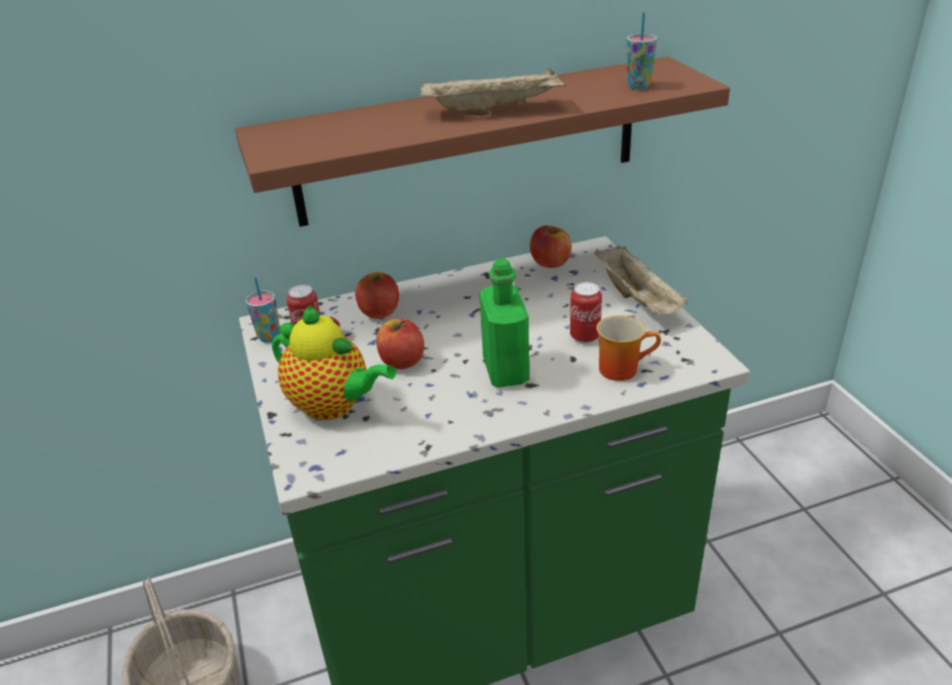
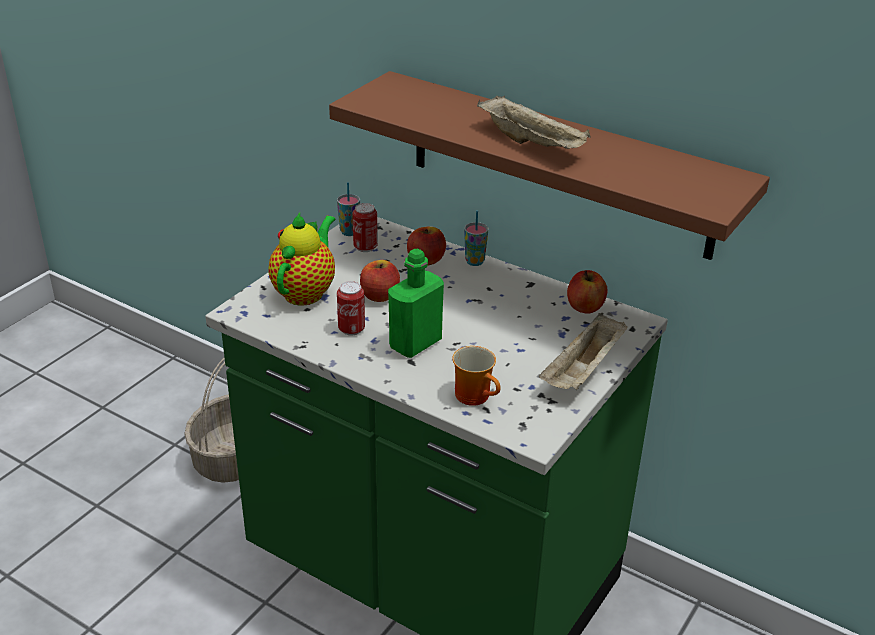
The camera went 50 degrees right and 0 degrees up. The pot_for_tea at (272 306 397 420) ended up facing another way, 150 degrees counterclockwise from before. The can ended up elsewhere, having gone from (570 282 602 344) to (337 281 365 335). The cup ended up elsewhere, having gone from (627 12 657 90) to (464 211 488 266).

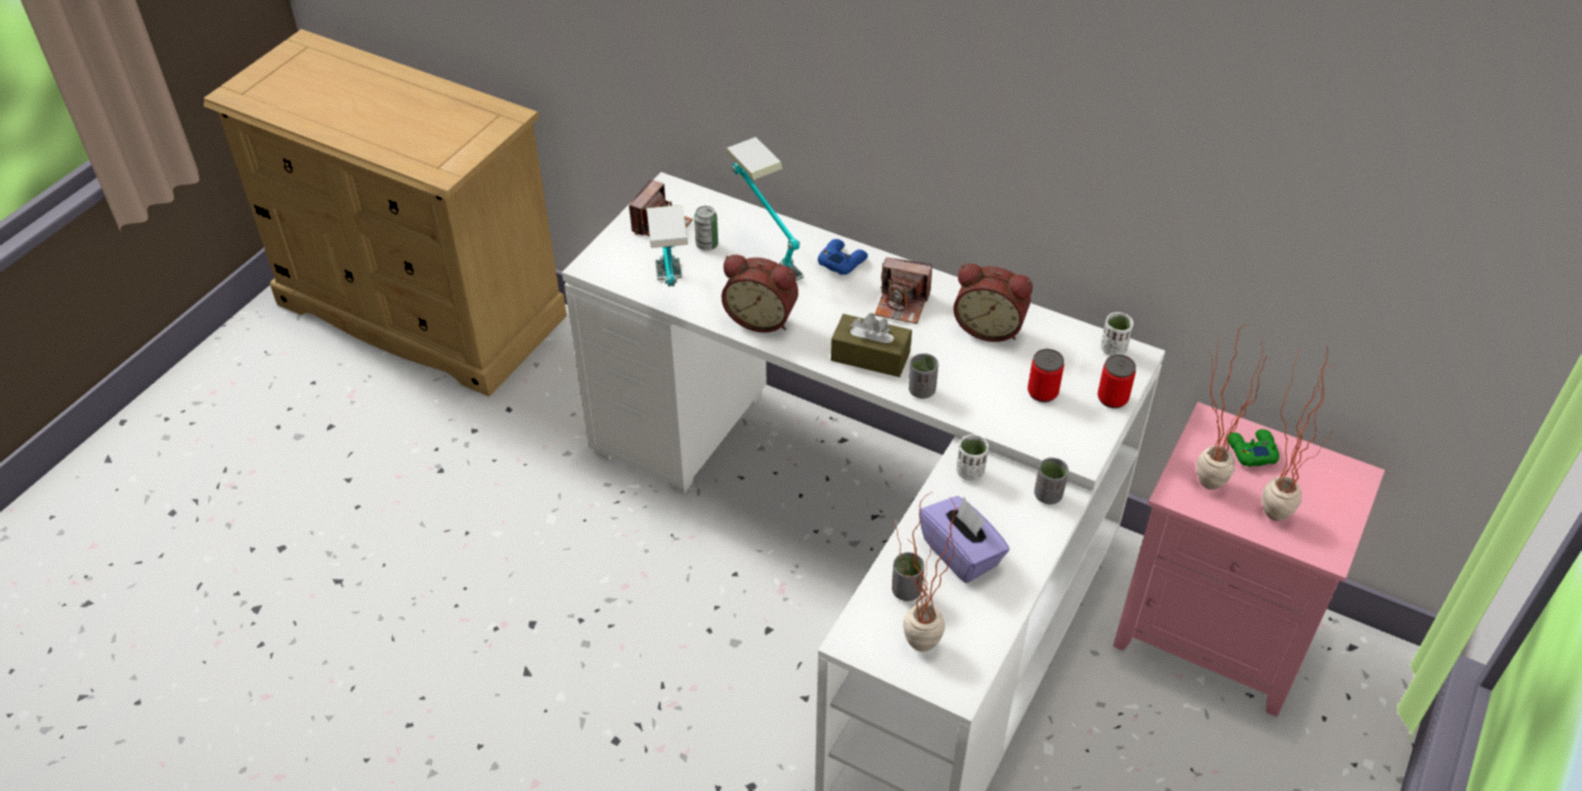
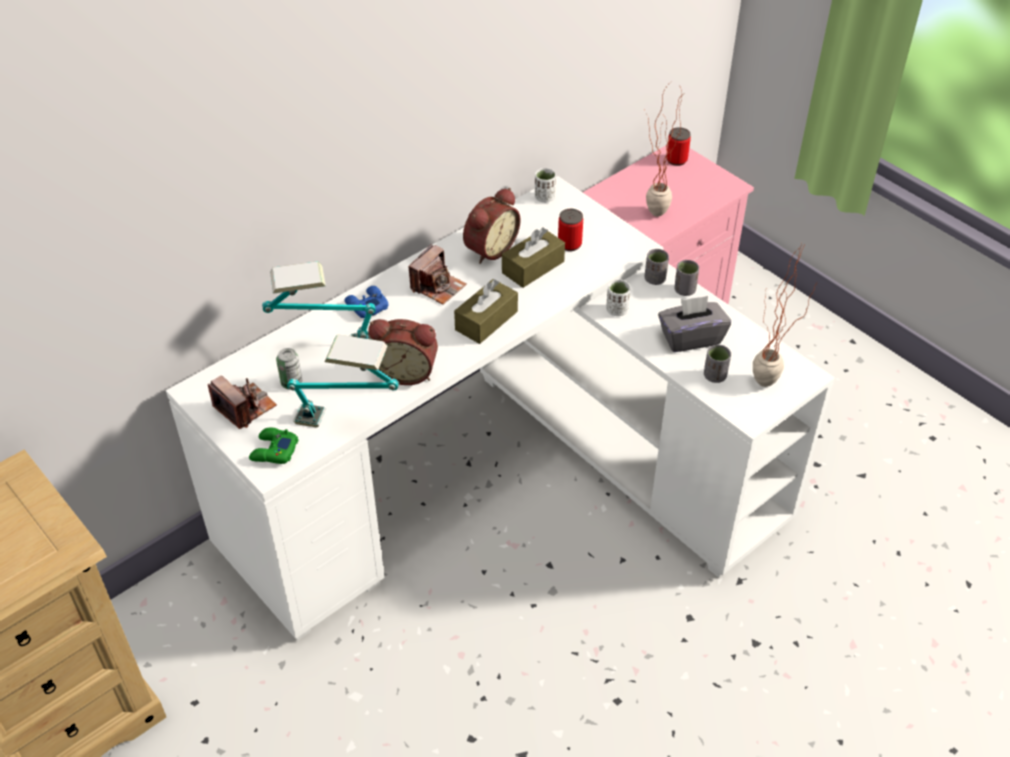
The camera went 70 degrees left and 0 degrees up. The bedside_clock at (721 255 798 333) ended up facing another way, 60 degrees clockwise from before. The greyish_cup ended up elsewhere, having gone from (909 353 938 399) to (675 260 699 296). What was the purplish_tissue_box at (919 496 1010 583) turned into the greyish_tissue_box at (658 296 731 352). The can ended up elsewhere, having gone from (1098 355 1136 408) to (666 127 691 166). The greenish_game_controller ended up elsewhere, having gone from (1227 429 1279 467) to (249 427 299 464). The second view lost the potted_plant at (1262 345 1333 521). The second view gained the brown_tissue_box at (502 228 565 288).

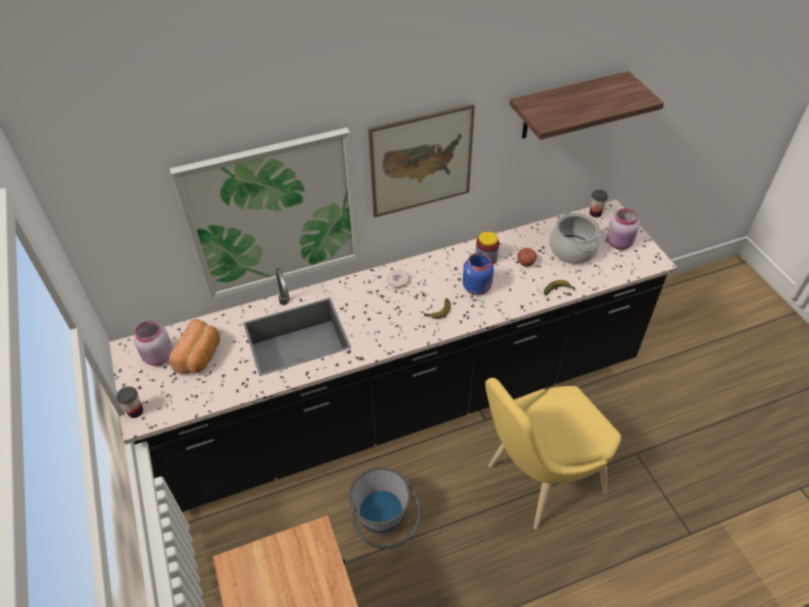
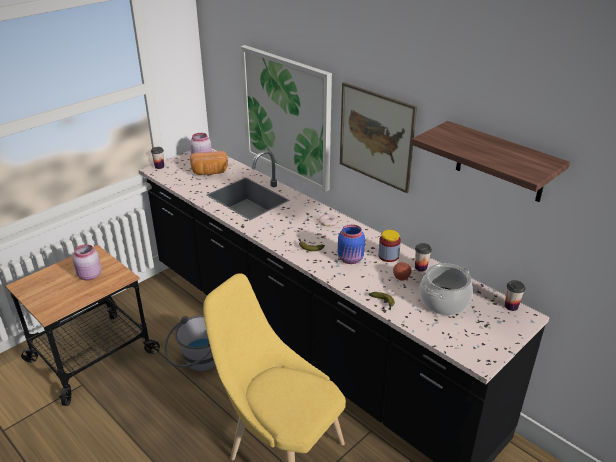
The camera went 65 degrees right and 15 degrees down. The pink-coloured_jar ended up elsewhere, having gone from (606 208 640 250) to (73 244 101 281). The second view gained the cup at (415 243 432 271).

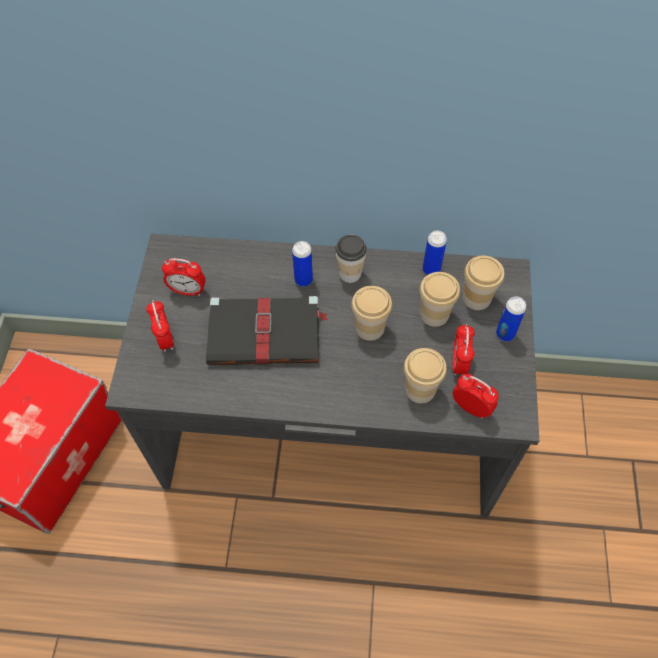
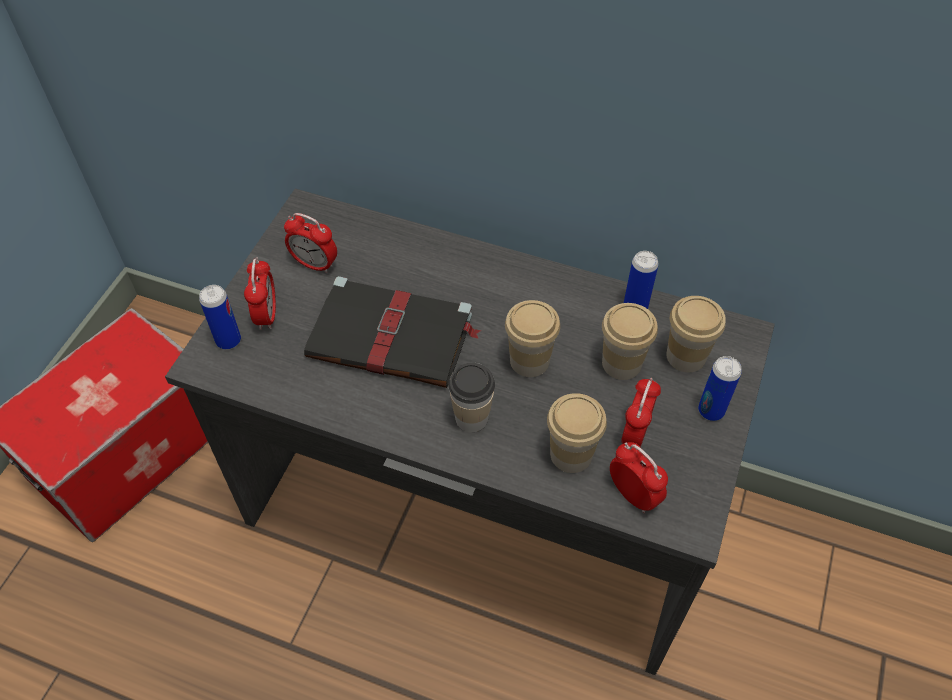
The camera went 15 degrees right and 5 degrees down. The can ended up elsewhere, having gone from (292 241 313 287) to (199 285 241 350). The cup ended up elsewhere, having gone from (335 234 367 283) to (448 363 495 432).

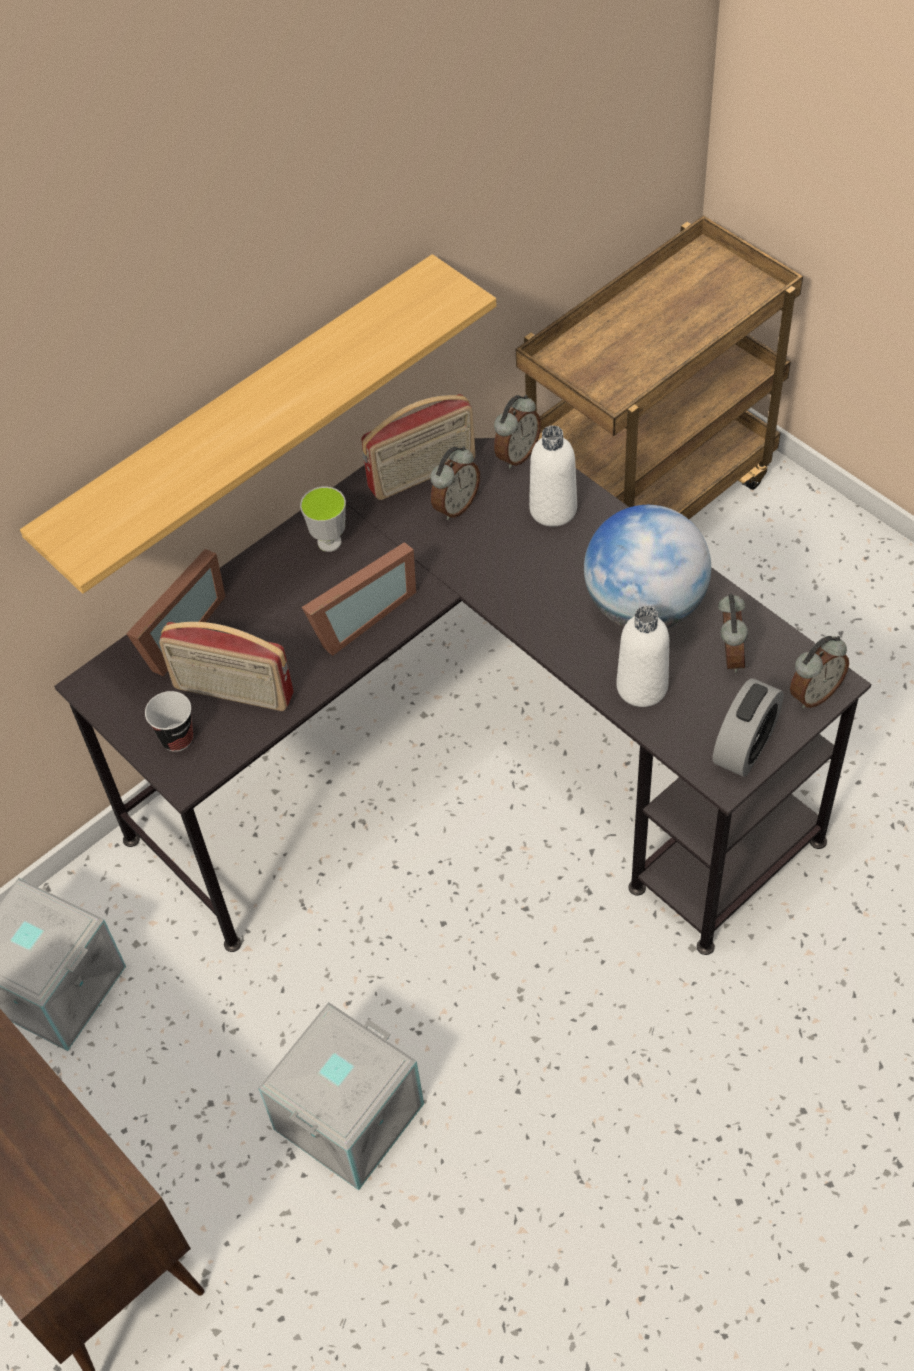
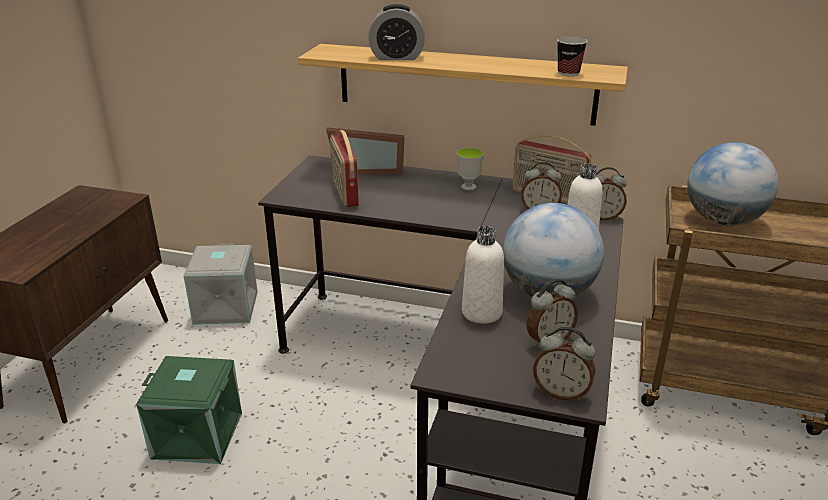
The camera went 55 degrees right and 25 degrees down. The cup ended up elsewhere, having gone from (145 691 194 752) to (557 36 587 76). What was the greyish_storage_bin at (258 1002 424 1190) turned into the greenish_storage_bin at (136 356 242 464). The second view lost the standing_frame at (302 542 416 656). The bedside_clock ended up elsewhere, having gone from (713 678 784 777) to (369 4 425 60). The second view gained the globe at (687 142 778 226).

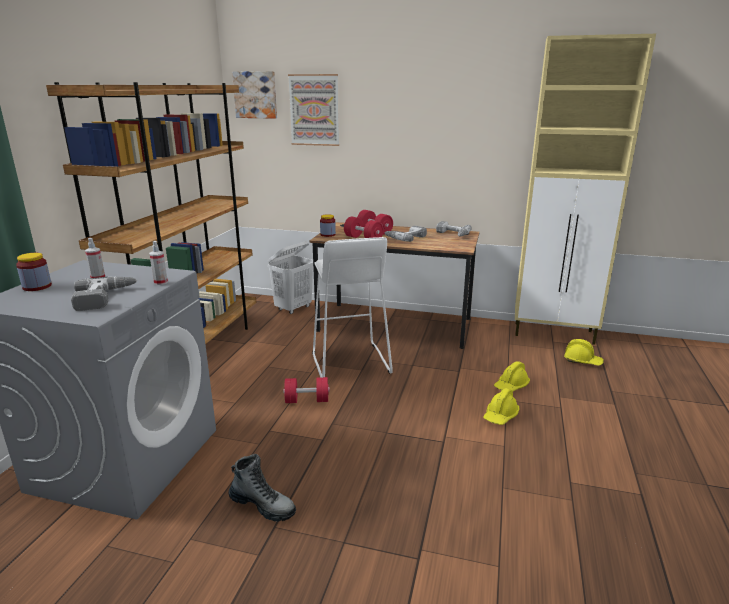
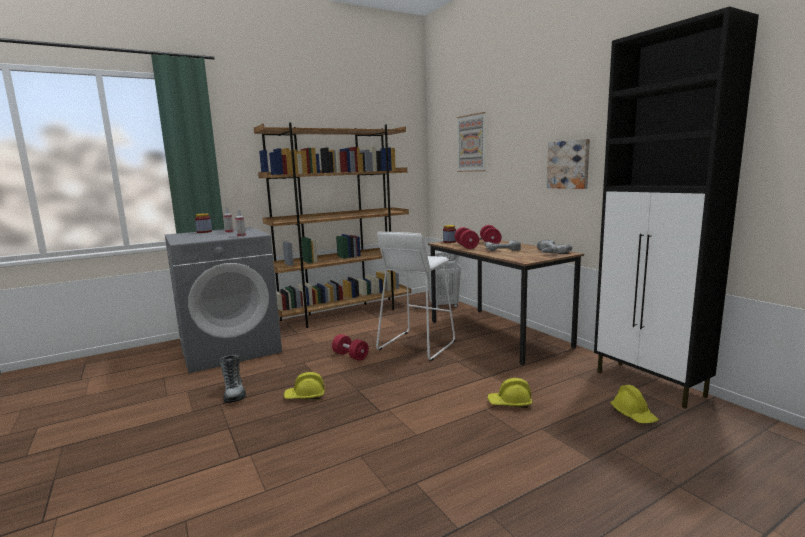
The camera went 45 degrees right and 10 degrees down. The second view lost the power_drill at (71 276 138 311). The wall_picture ended up elsewhere, having gone from (232 71 277 119) to (547 139 590 189). The yellow_hard_hat ended up elsewhere, having gone from (483 388 519 425) to (284 372 325 400). What was the sand-coloured_storage_cabinet at (515 34 656 345) turned into the black-coloured_storage_cabinet at (594 6 759 409).

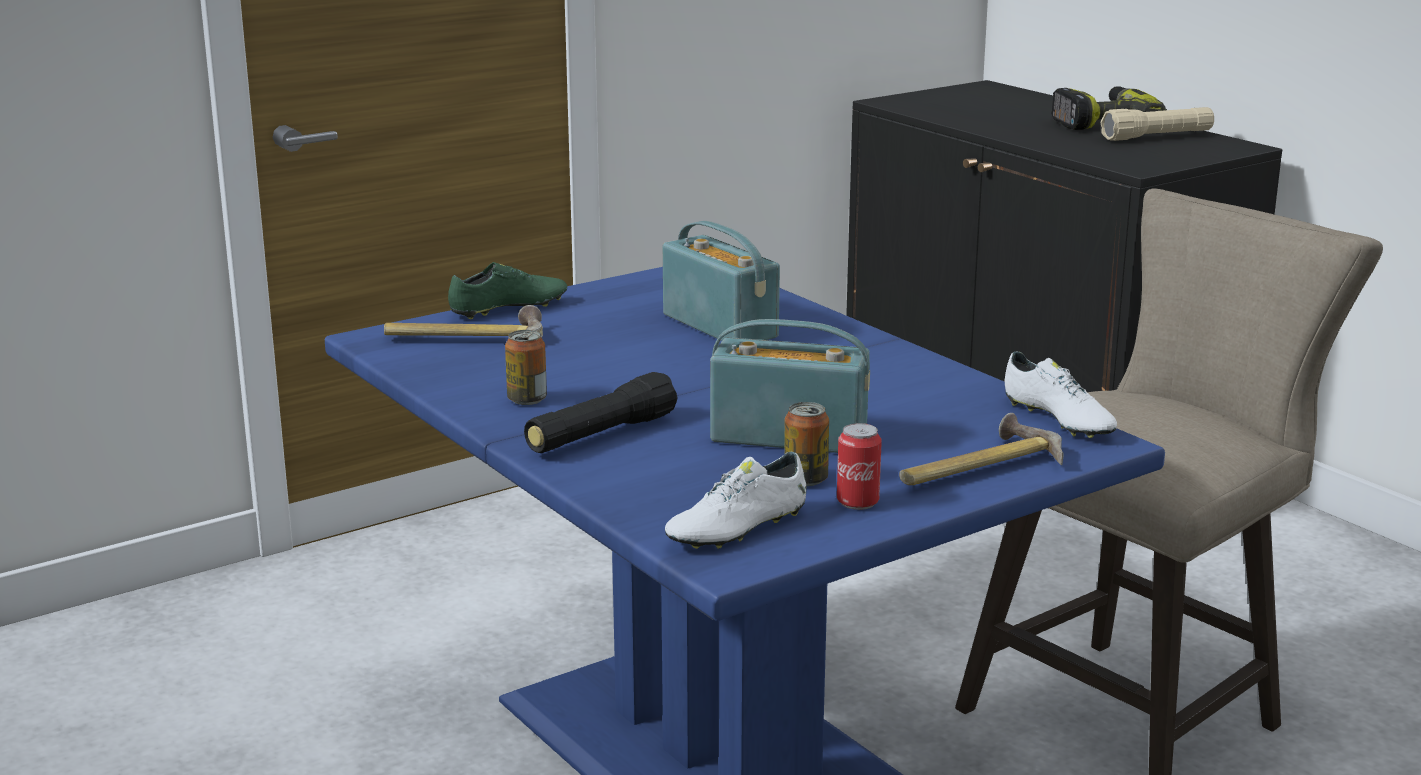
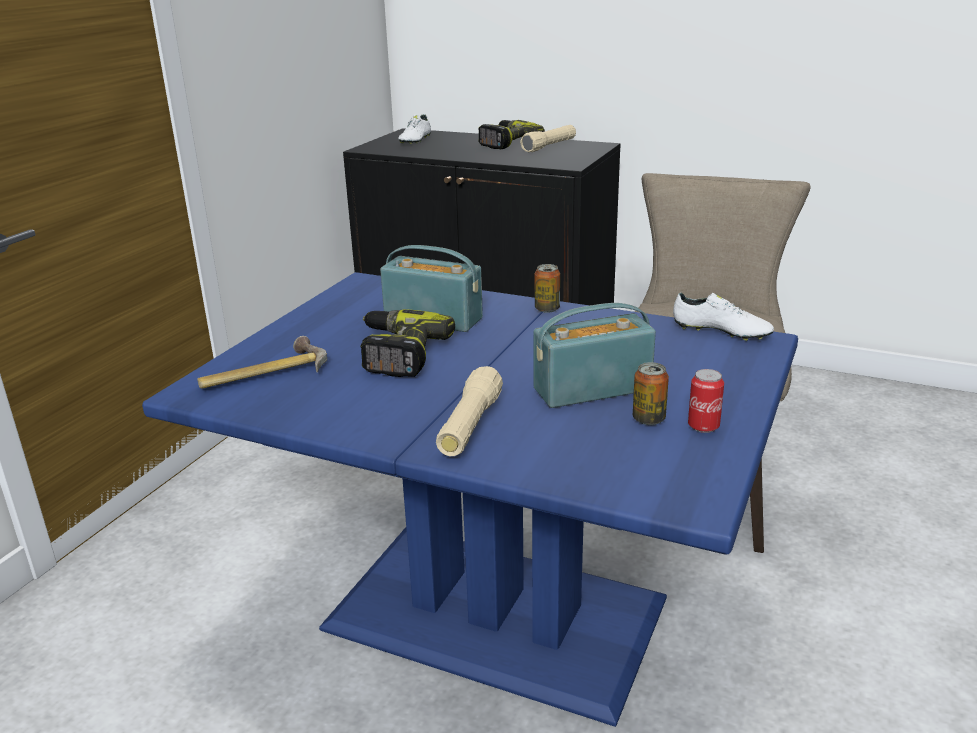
The camera went 30 degrees left and 5 degrees up. The second view lost the greenish_shoe at (448 262 567 319). The can ended up elsewhere, having gone from (505 330 547 405) to (535 264 560 313). What was the black-coloured_torch at (524 372 678 453) turned into the sand-coloured_torch at (436 366 503 456). The white_shoe ended up elsewhere, having gone from (665 452 806 549) to (398 114 431 144). The second view lost the tool_hammer at (899 413 1063 485). The second view gained the power_drill at (361 309 455 377).

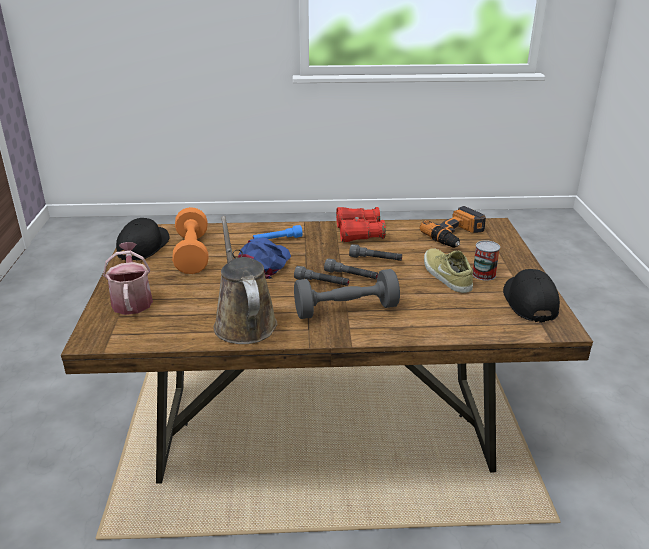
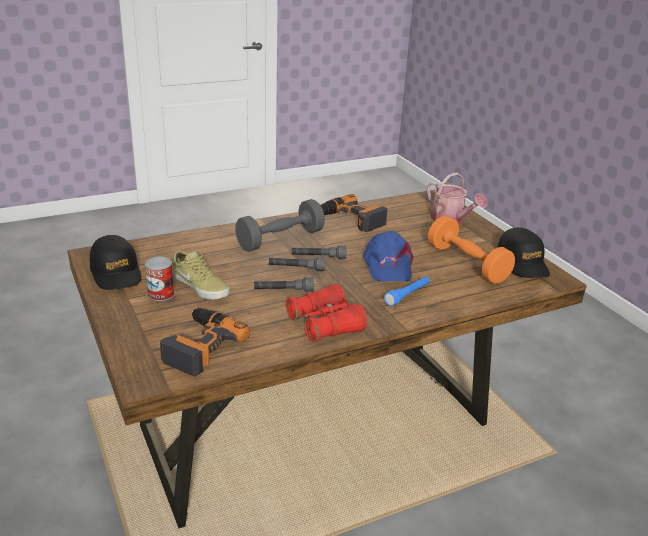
The camera went 155 degrees right and 0 degrees up. Where the brown_watering_can stood at (214 216 277 344), the power_drill came to stand at (321 194 387 232).

